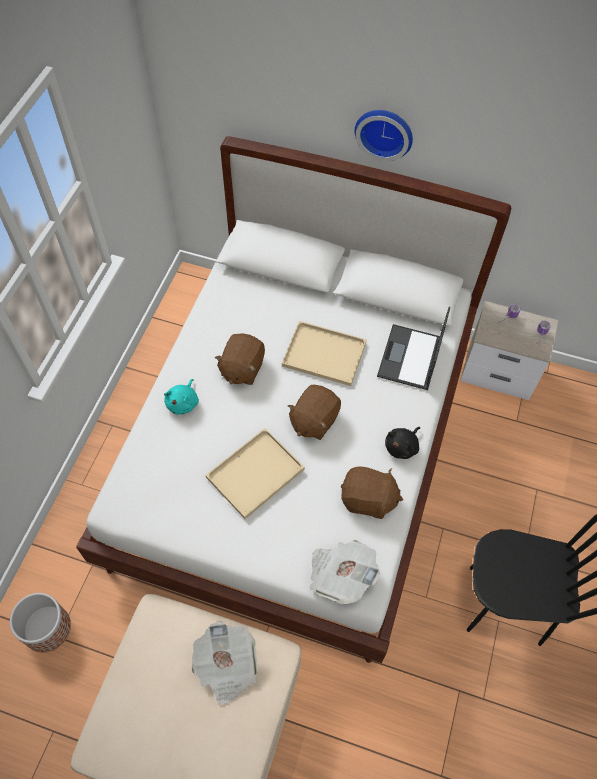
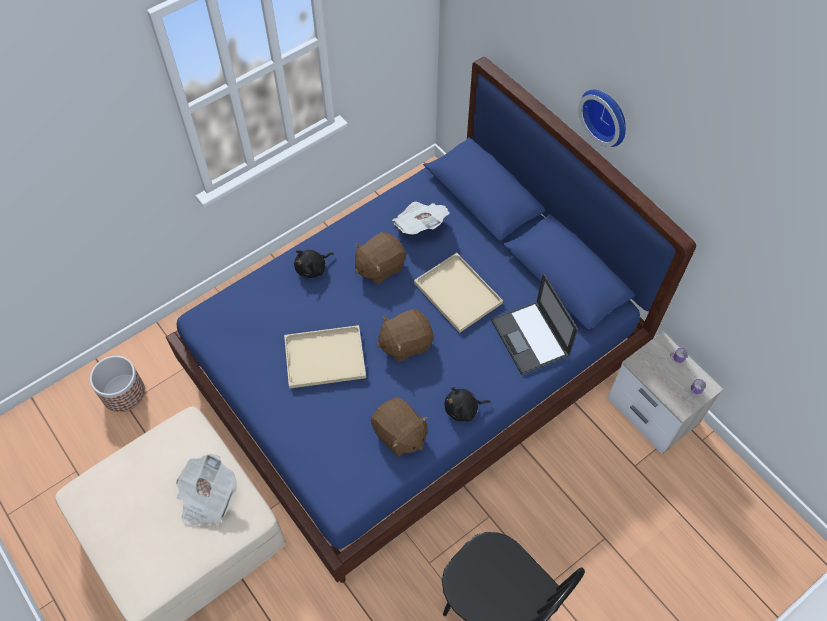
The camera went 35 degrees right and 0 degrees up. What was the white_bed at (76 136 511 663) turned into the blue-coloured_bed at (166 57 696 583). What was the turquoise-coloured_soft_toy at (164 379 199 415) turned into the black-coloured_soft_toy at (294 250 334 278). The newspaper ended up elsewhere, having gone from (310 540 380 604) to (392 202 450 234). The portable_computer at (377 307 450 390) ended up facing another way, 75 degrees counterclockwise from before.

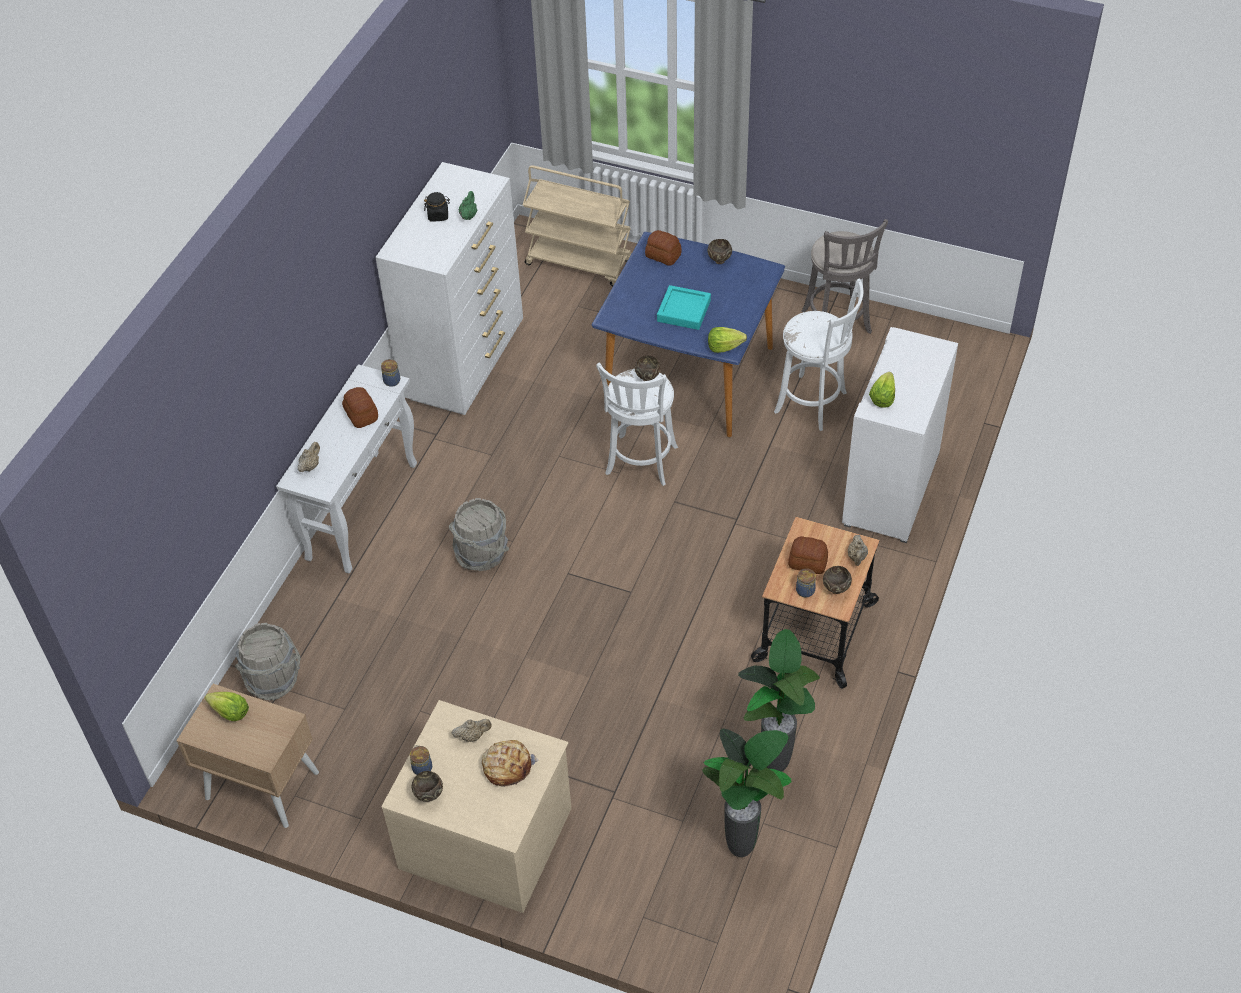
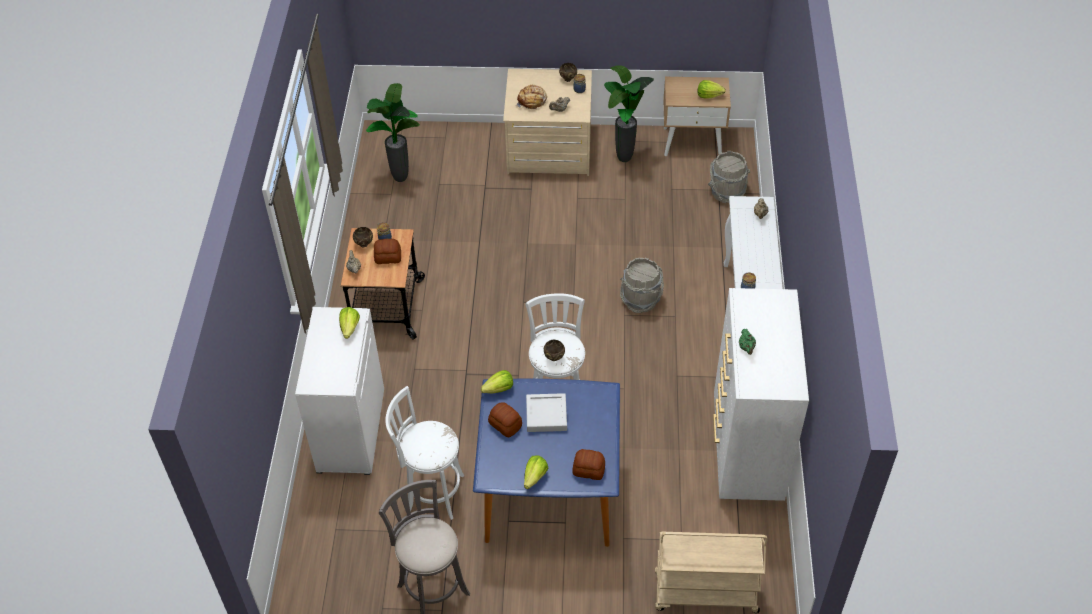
The camera went 160 degrees right and 0 degrees up. The bakery_bread ended up elsewhere, having gone from (342 387 378 428) to (488 402 522 437). The second view lost the black-coloured_jar at (424 192 450 221). What was the turquoise-coloured_serving_tray at (657 285 711 330) turned into the greyish_serving_tray at (526 393 567 432). Where the brown_deep_dish stood at (707 239 732 264), the lettuce came to stand at (524 455 548 489). The potted_plant ended up elsewhere, having gone from (738 629 820 772) to (604 65 654 162).

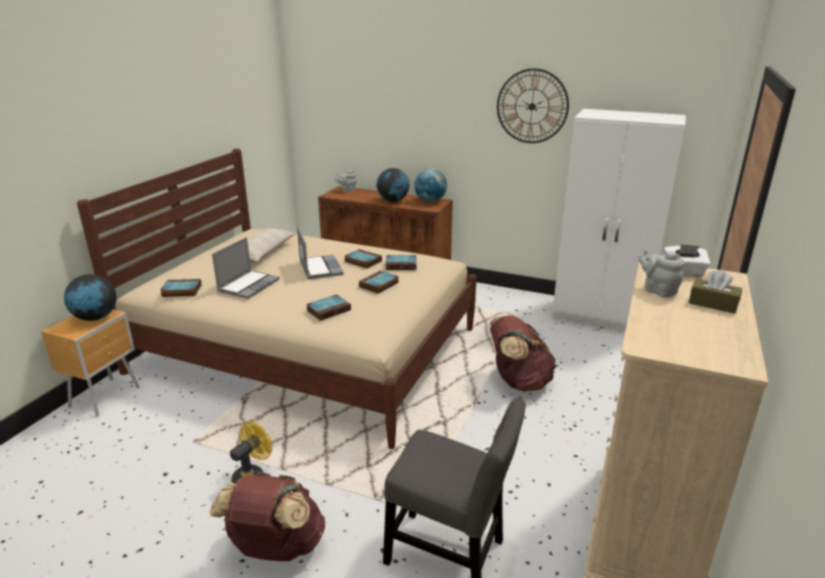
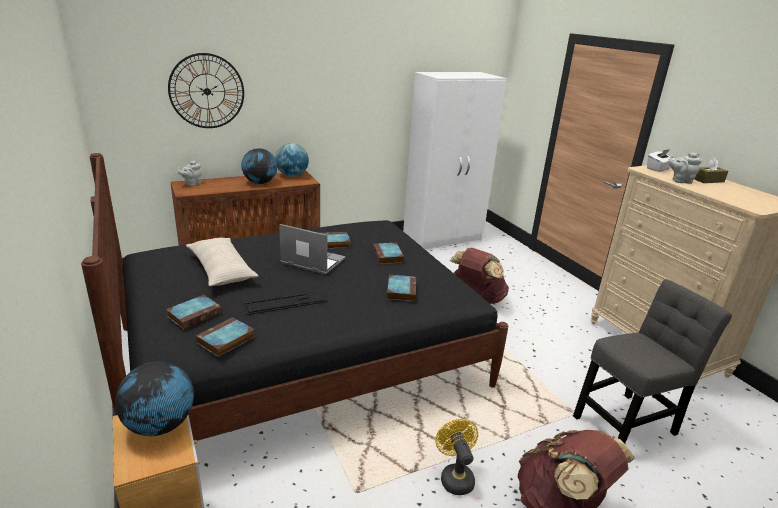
The camera went 50 degrees left and 0 degrees up. What was the sand-coloured_bed at (77 149 477 449) turned into the black-coloured_bed at (81 153 508 441). Where the portable_computer stood at (212 237 280 299), the keyboard came to stand at (243 290 328 315). The book ended up elsewhere, having gone from (386 255 417 270) to (166 295 222 330). The hanging_clock ended up elsewhere, having gone from (497 68 569 143) to (168 53 244 128).

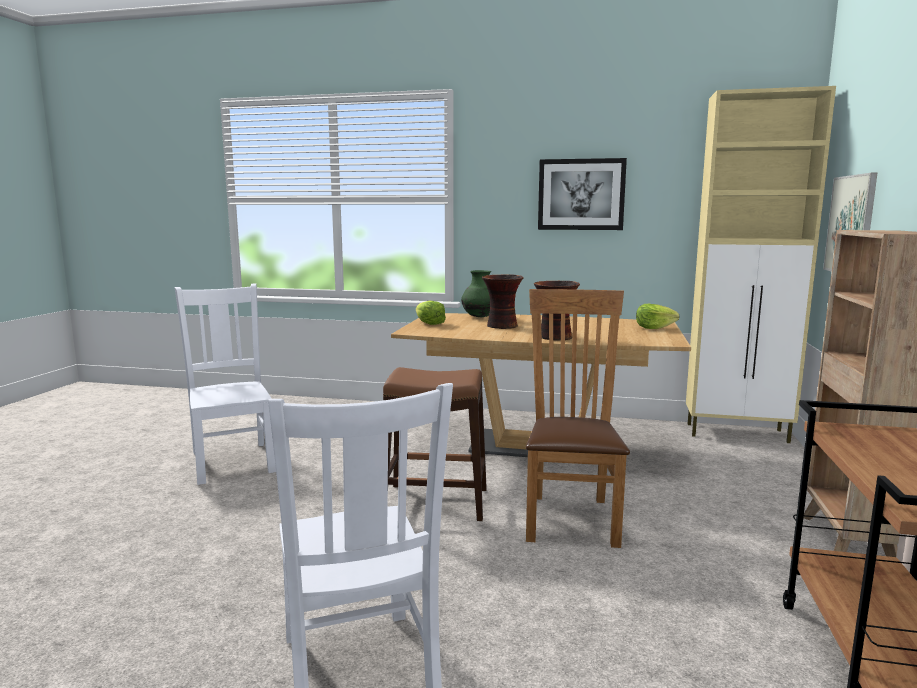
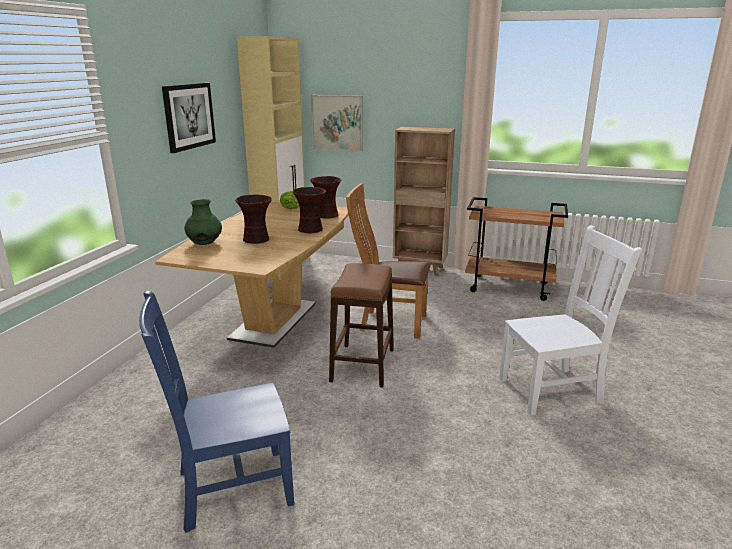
The camera went 85 degrees left and 10 degrees up. What was the white_plain_chair at (175 283 276 485) turned into the blue-coloured_plain_chair at (139 291 294 533). The second view lost the lettuce at (416 301 446 325). The second view gained the decorative_vase at (310 176 341 219).

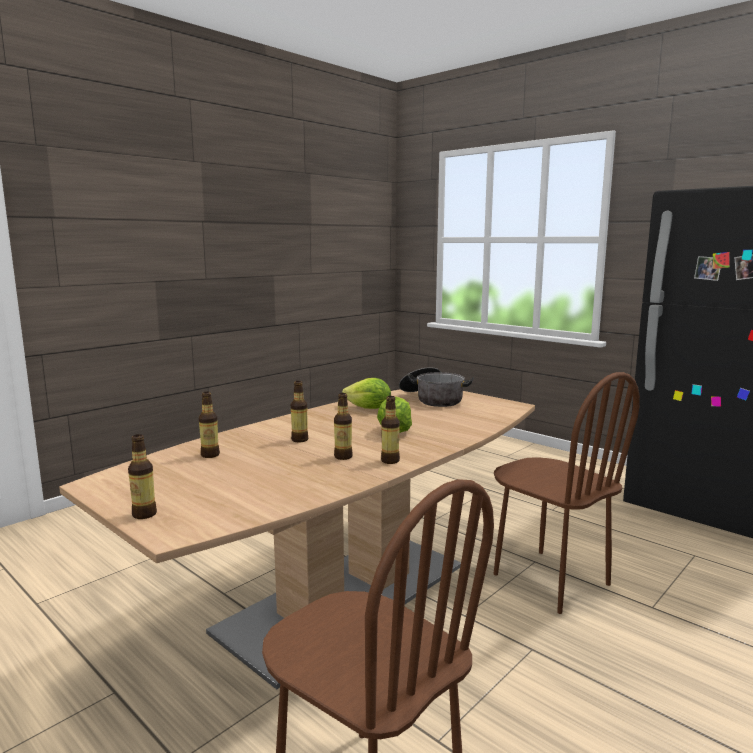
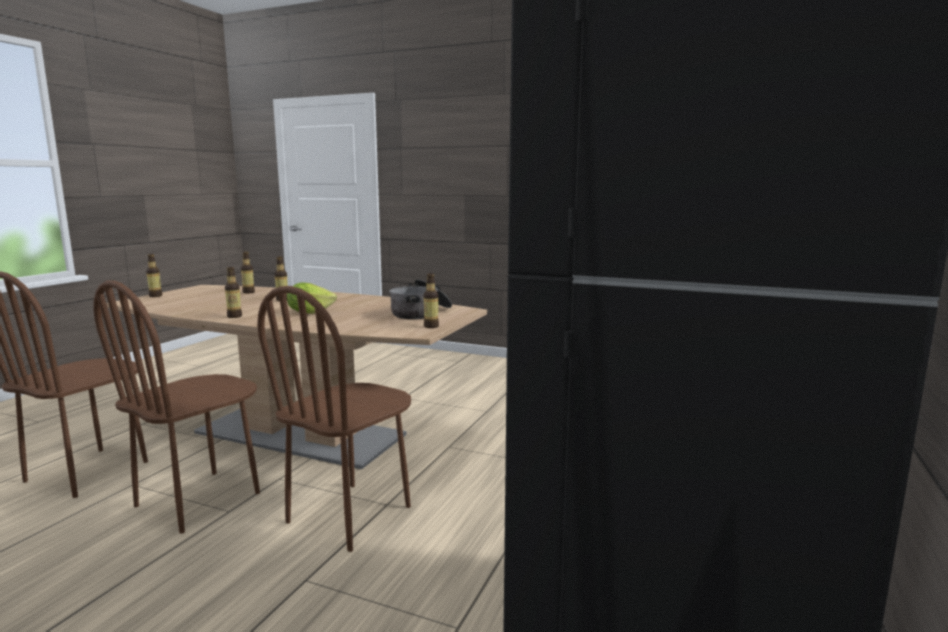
The camera went 70 degrees right and 0 degrees up. The drink_bottle ended up elsewhere, having gone from (334 393 352 460) to (424 273 439 328). The second view lost the lettuce at (342 378 391 409). The second view gained the brown_plain_chair at (93 280 260 534).

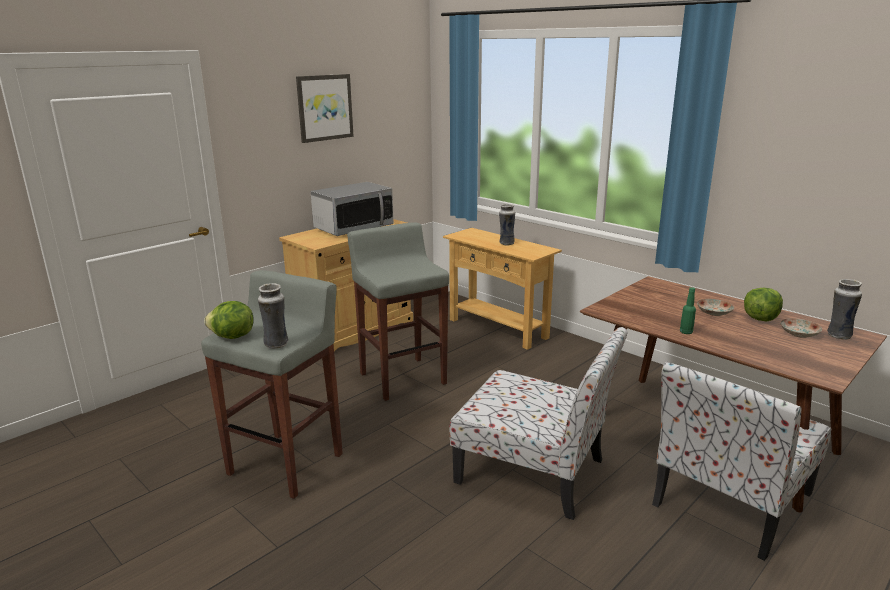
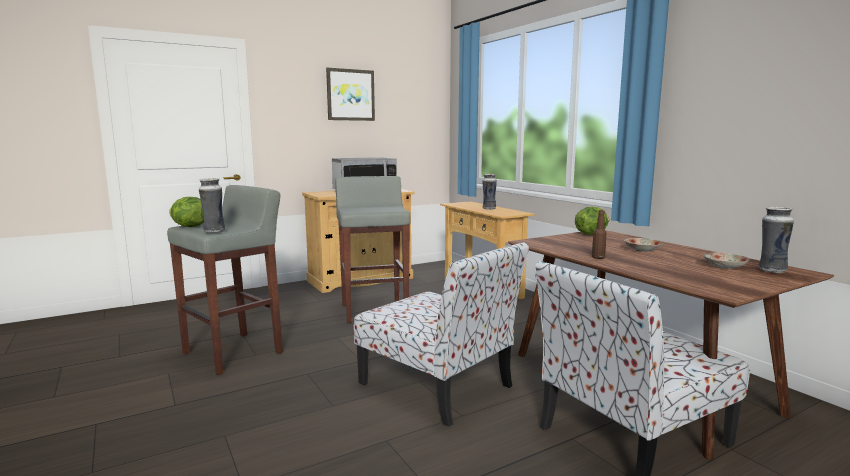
The camera went 15 degrees right and 10 degrees down. What was the greenish_drink_bottle at (680 287 696 334) turned into the brown_drink_bottle at (592 210 607 259). The lettuce ended up elsewhere, having gone from (744 288 783 322) to (575 207 609 235).

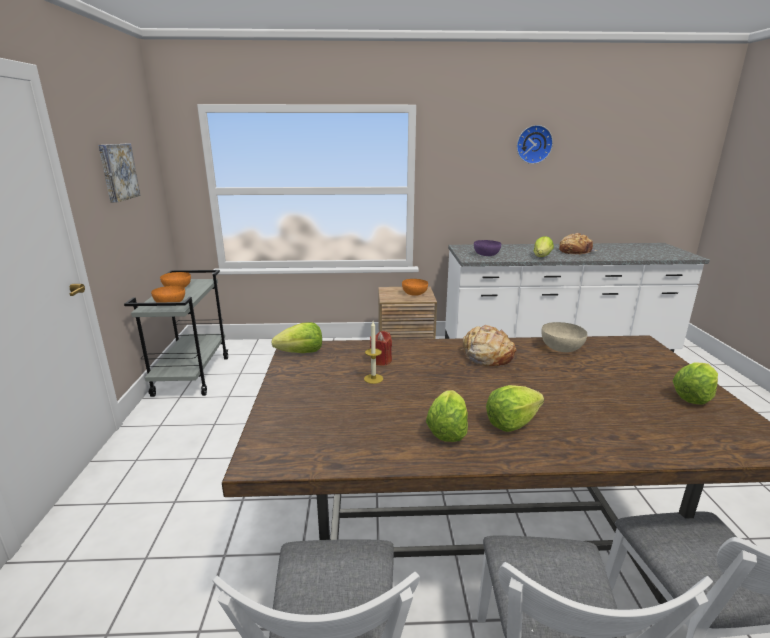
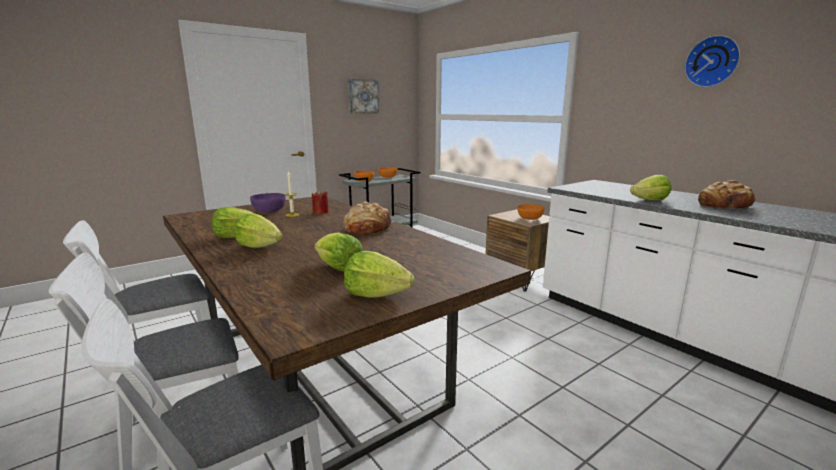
The camera went 55 degrees right and 5 degrees down. The lettuce ended up elsewhere, having gone from (271 322 322 353) to (315 232 362 272). The purplish_deep_dish ended up elsewhere, having gone from (474 240 501 256) to (250 193 286 213). The second view lost the sand-coloured_deep_dish at (541 322 587 352).

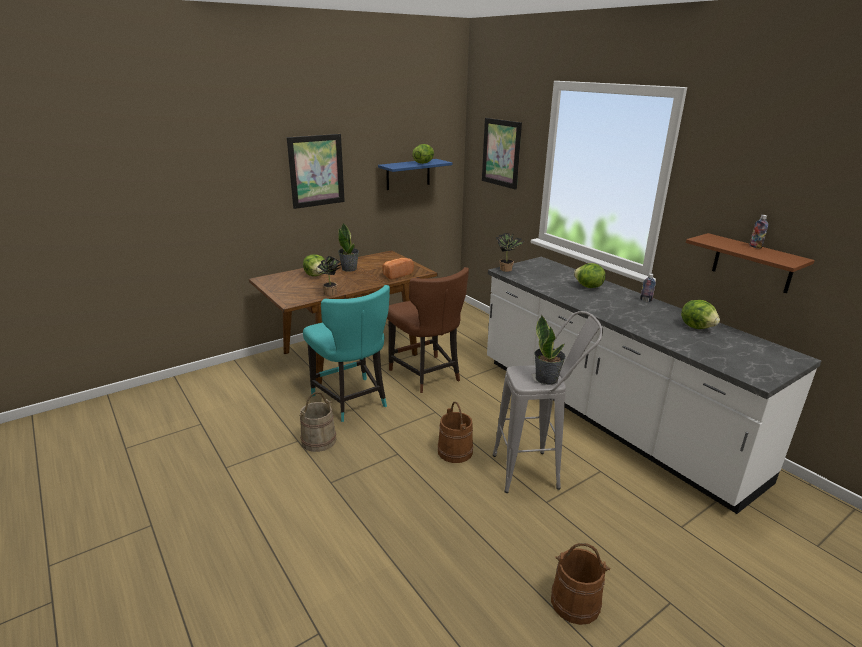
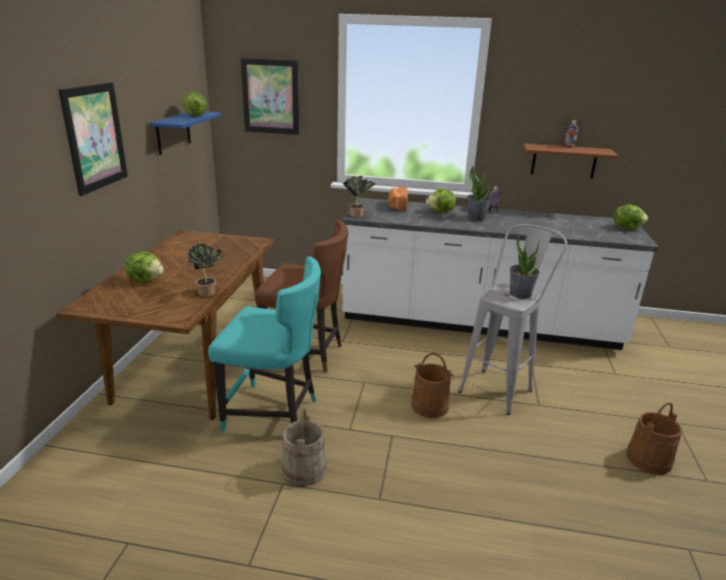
The camera went 45 degrees left and 0 degrees up. The potted_plant ended up elsewhere, having gone from (338 223 359 272) to (467 166 491 221). The bakery_bread ended up elsewhere, having gone from (382 258 414 279) to (388 187 408 211). The lettuce ended up elsewhere, having gone from (681 300 720 329) to (614 204 648 230).

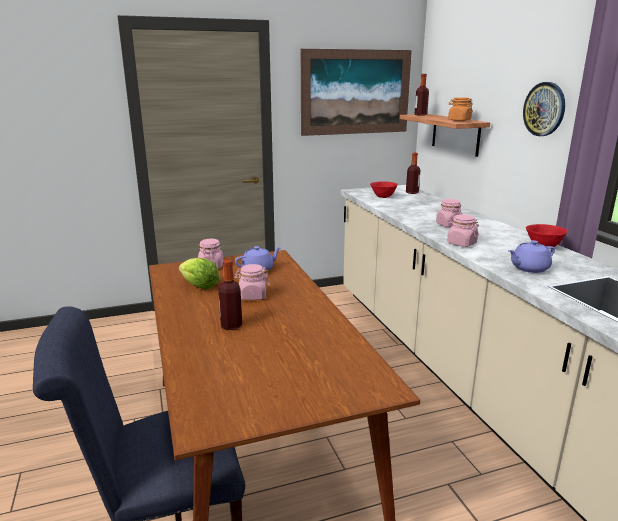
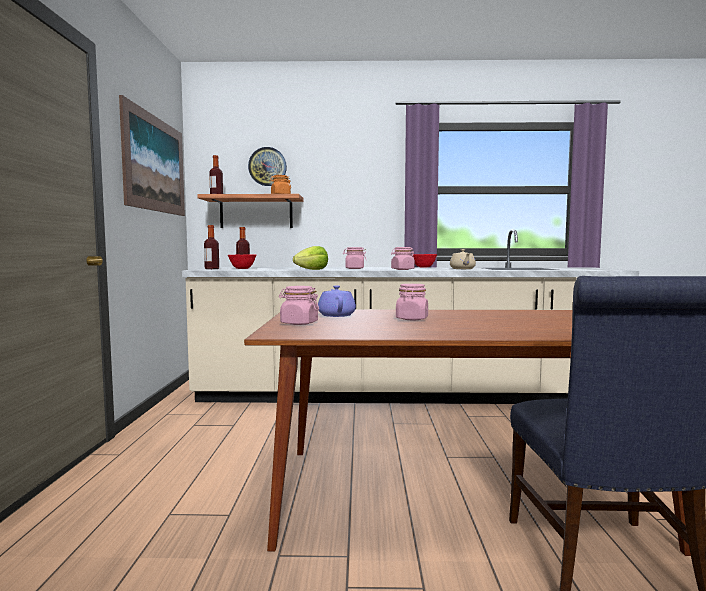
The camera went 70 degrees left and 15 degrees down. The lettuce ended up elsewhere, having gone from (179 258 219 290) to (293 246 328 270). The drink_bottle ended up elsewhere, having gone from (218 259 242 330) to (204 225 219 269). What was the purplish_pot_for_tea at (508 240 555 273) turned into the sand-coloured_pot_for_tea at (450 249 476 269). The hanging_clock ended up elsewhere, having gone from (523 82 565 136) to (248 147 287 186).

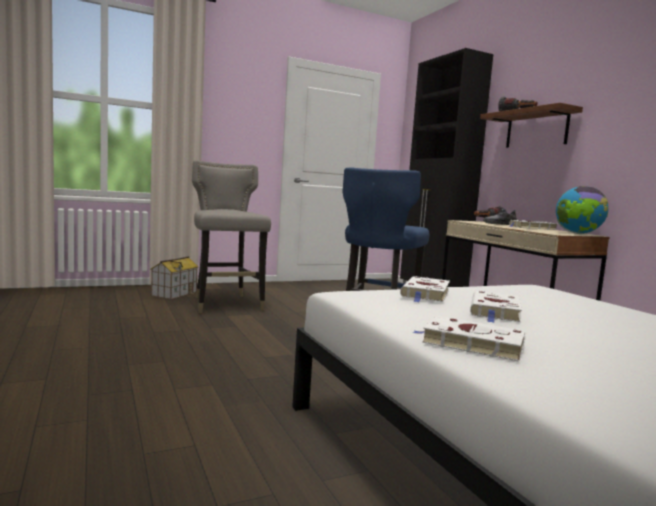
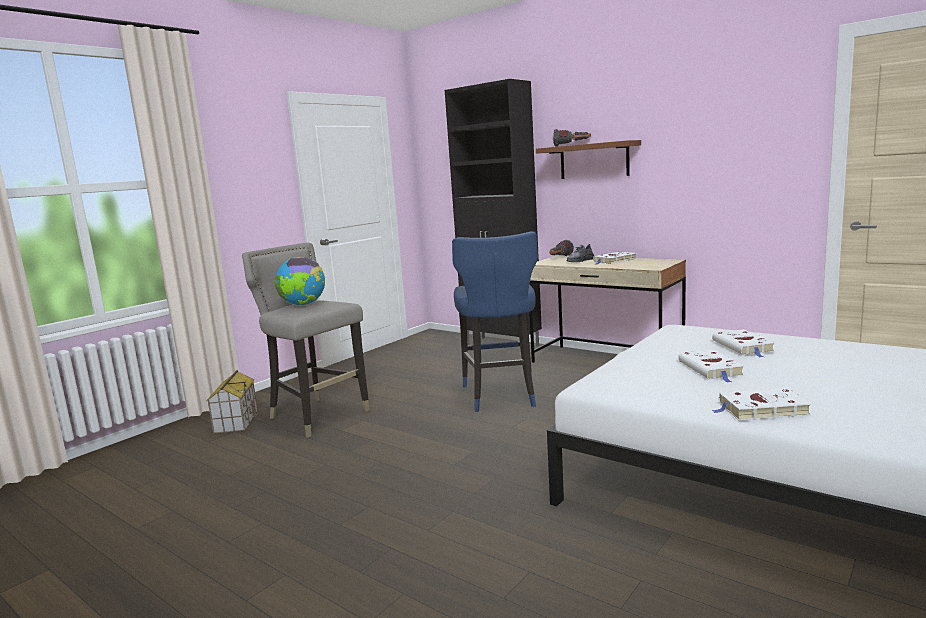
The camera went 25 degrees left and 5 degrees up. The white_book ended up elsewhere, having gone from (400 276 450 302) to (712 329 775 357). The globe ended up elsewhere, having gone from (556 186 608 234) to (275 257 325 306).

